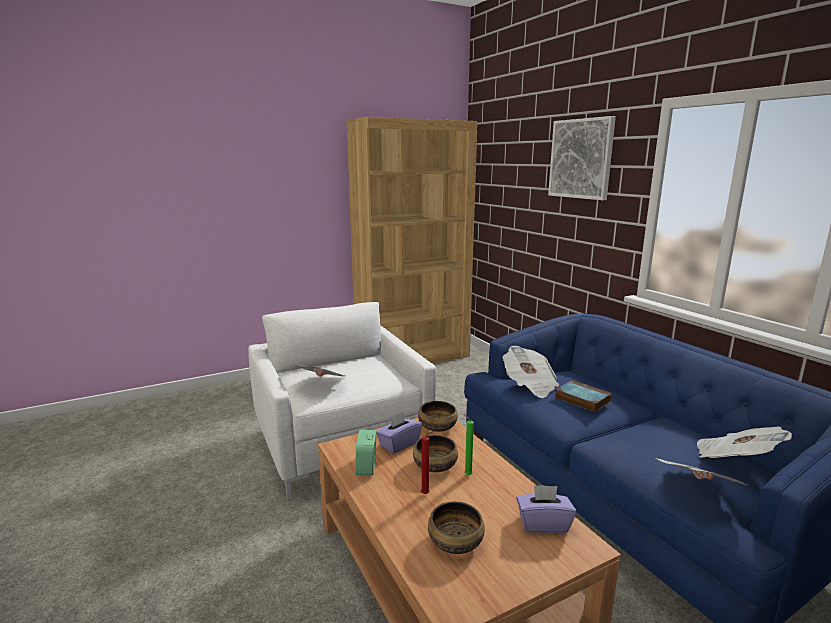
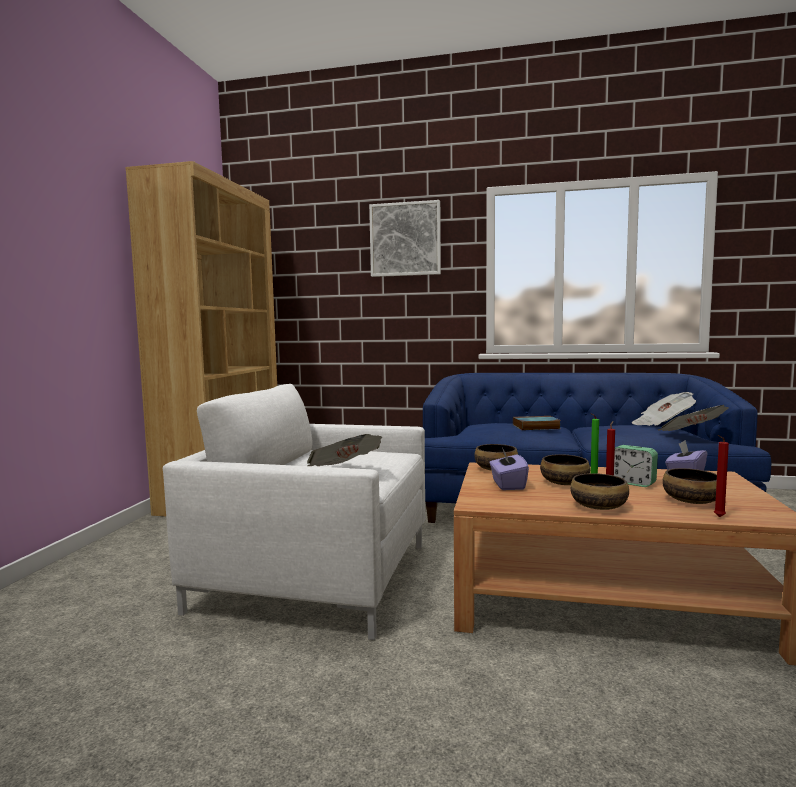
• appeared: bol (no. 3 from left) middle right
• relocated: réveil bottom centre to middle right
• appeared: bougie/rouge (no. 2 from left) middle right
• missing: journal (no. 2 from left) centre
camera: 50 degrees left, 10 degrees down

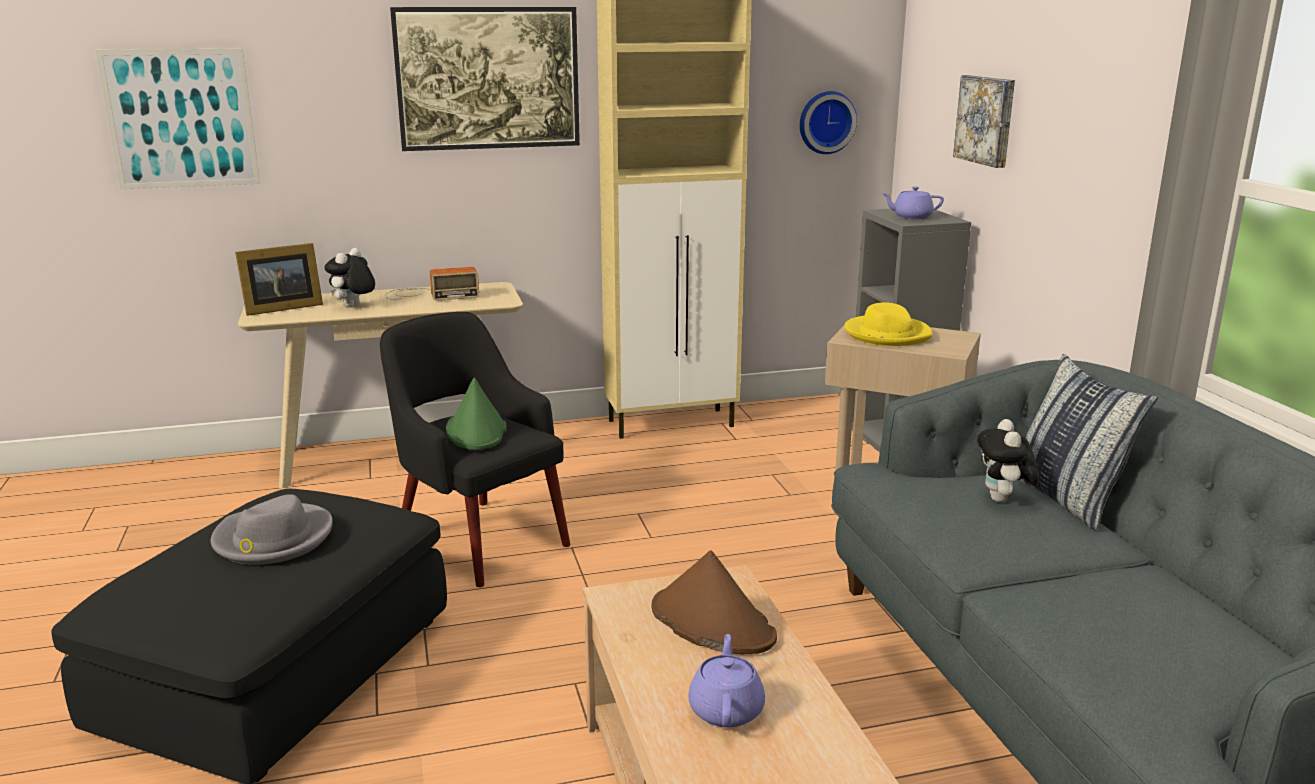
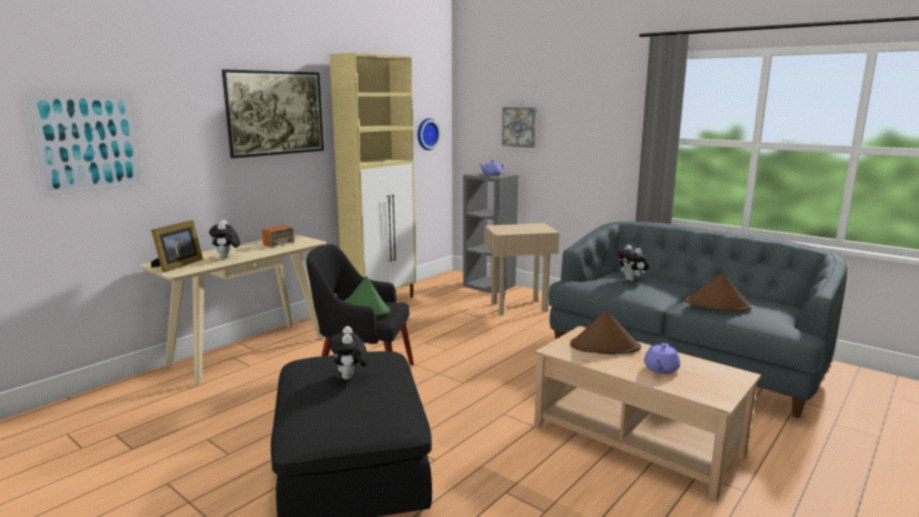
• exchanged: chapeau/gris bottom left to peluche (no. 2 from left) bottom centre
• spun: théière/violet (no. 1 from left in the first image) bottom centre = bottom right 120 degrees counterclockwise
• appeared: chapeau/marron (no. 2 from left) middle right
• missing: chapeau/jaune middle right
• missing: coussin middle right
camera: 35 degrees left, 5 degrees down

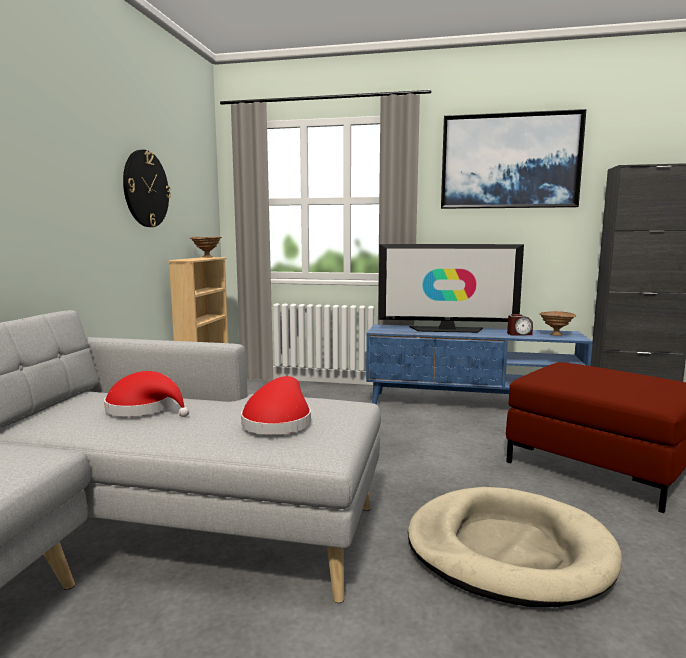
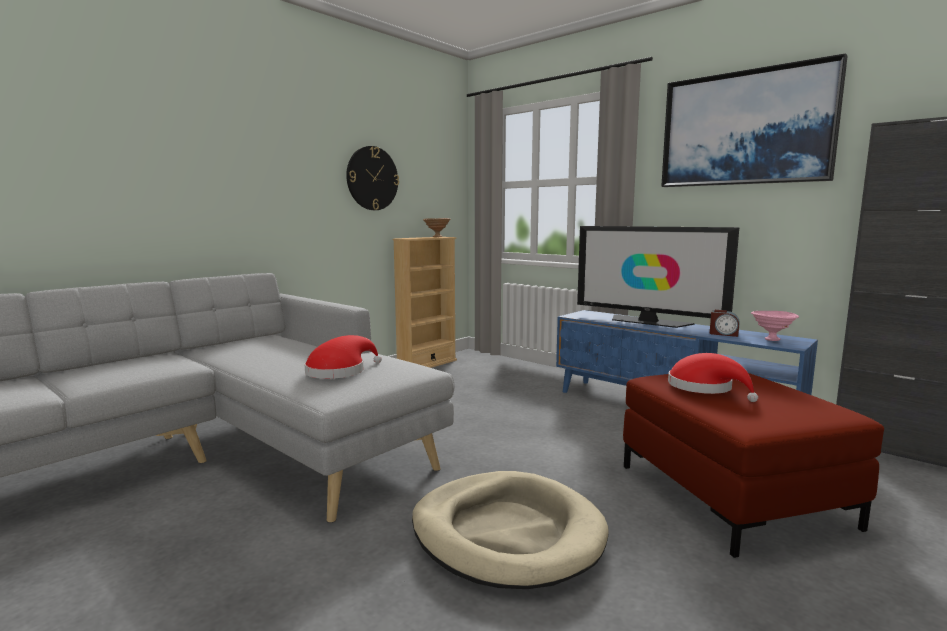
• relocated: chapeau/rouge (no. 1 from left in the first image) middle left to chapeau/rouge (no. 2 from left) middle right
• colour: bol/marron (no. 2 from left) middle right to bol/rose middle right
camera: 30 degrees right, 0 degrees up

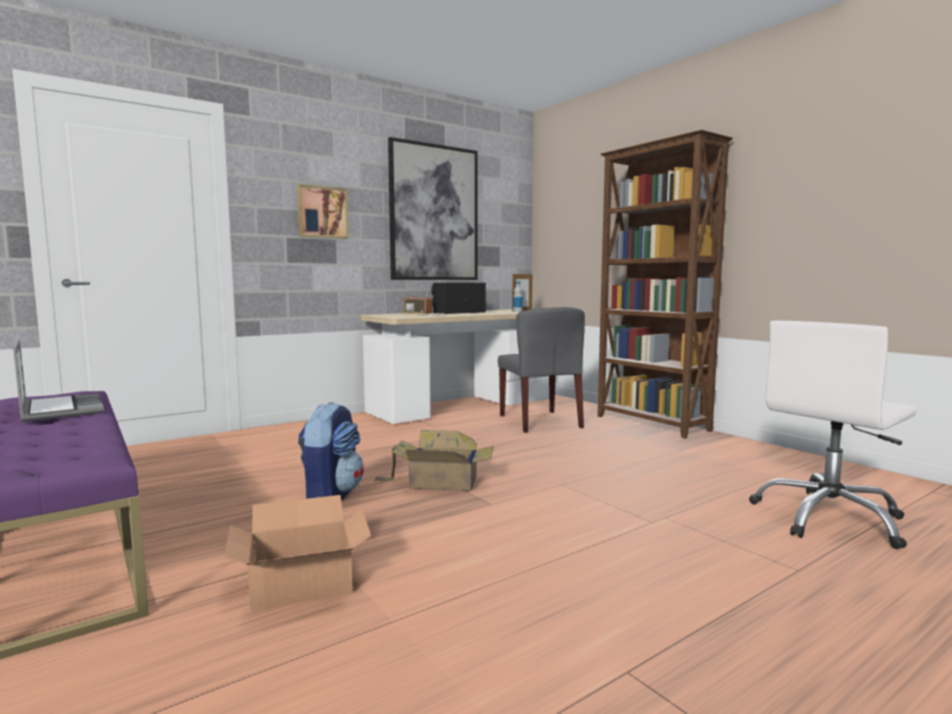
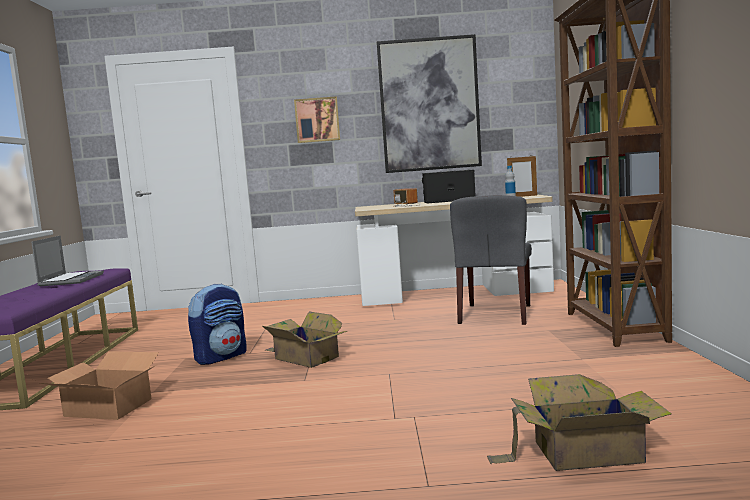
• exchanged: chaise de bureau/blanc middle right to carton (no. 3 from left) bottom right
camera: 35 degrees right, 0 degrees up

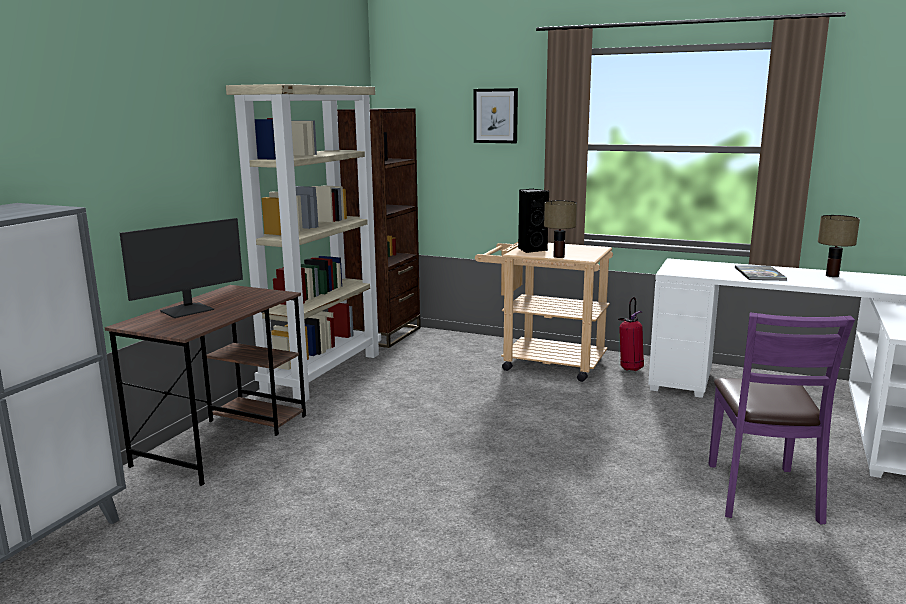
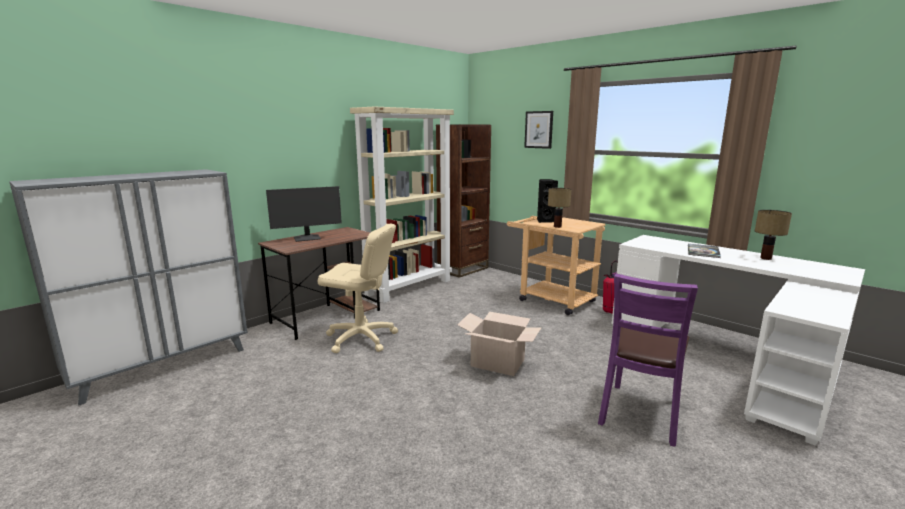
• appeared: chaise de bureau/beige centre
• appeared: carton bottom centre
camera: 20 degrees right, 0 degrees up

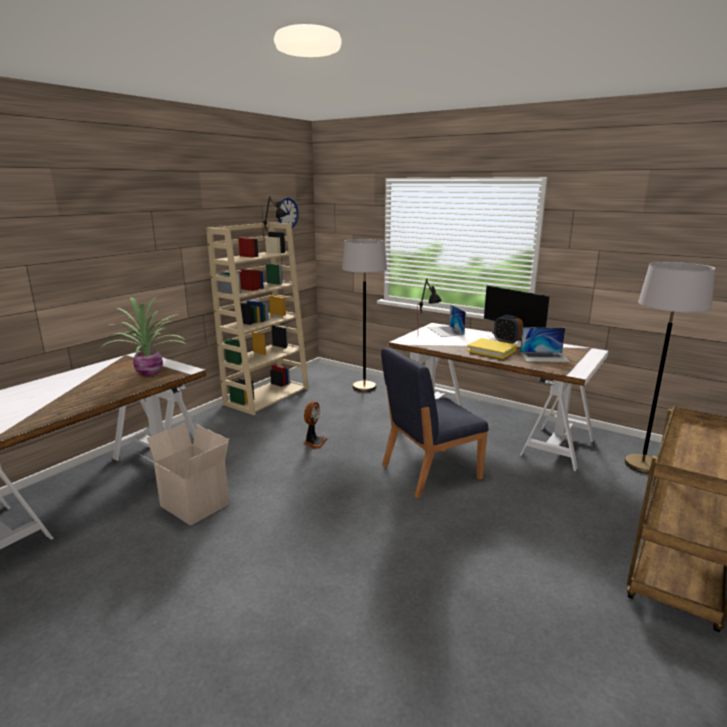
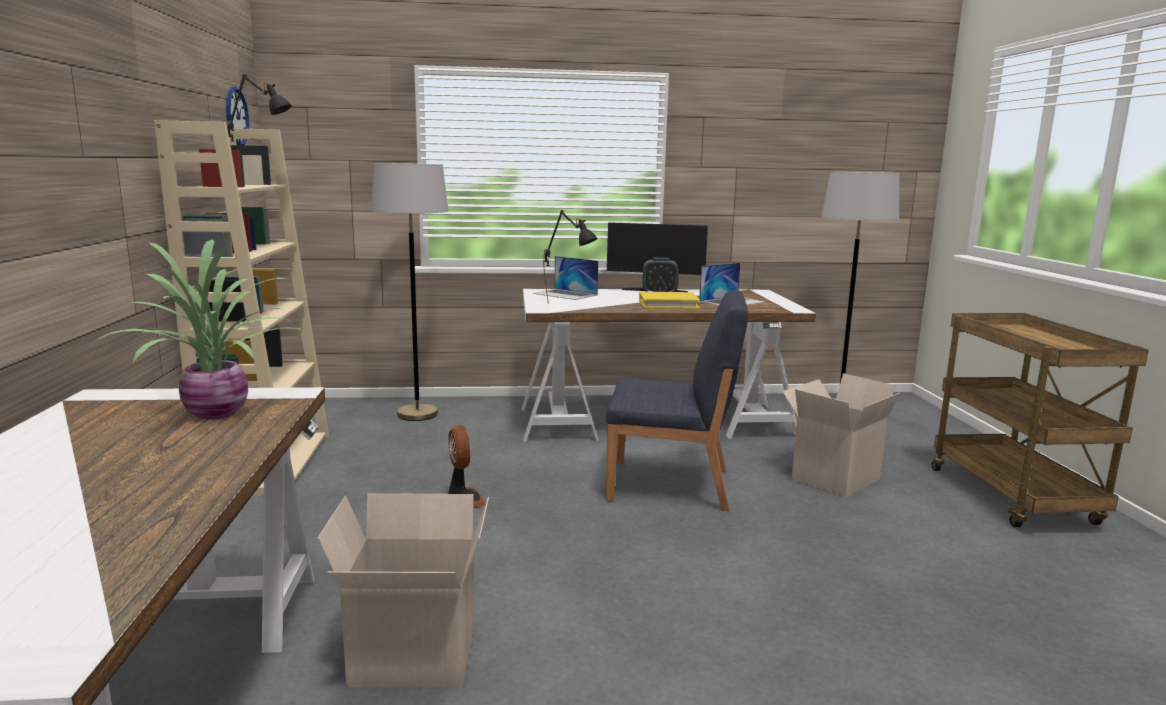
• spun: chaise/bleu centre = centre 105 degrees counterclockwise
• appeared: carton (no. 2 from left) middle right
camera: 40 degrees left, 5 degrees down

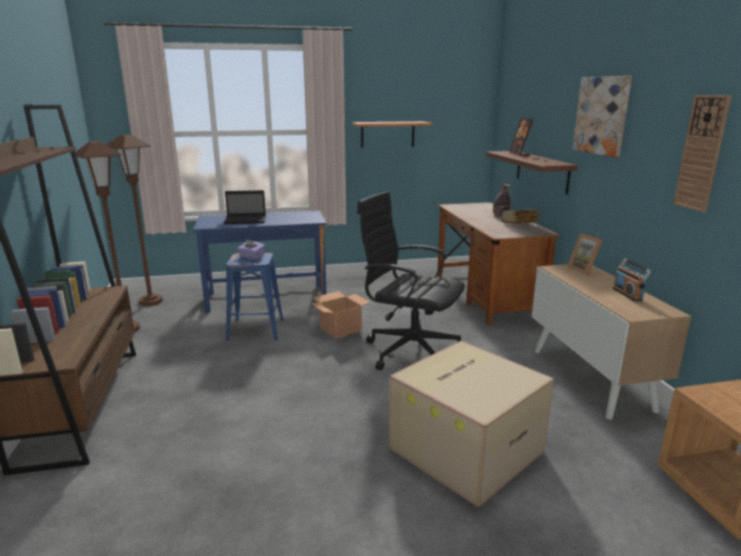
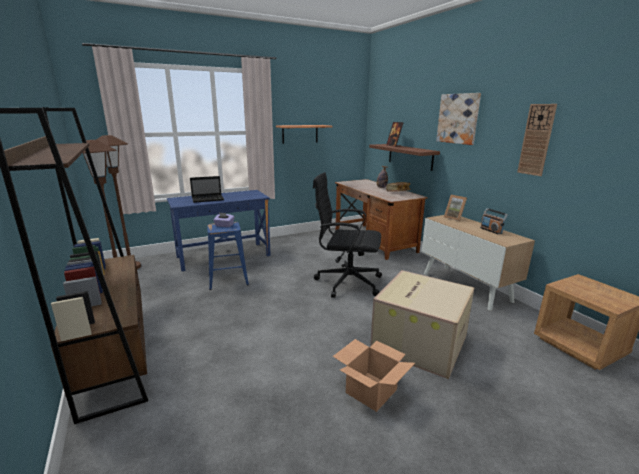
• relocated: carton (no. 1 from left) centre to bottom centre
camera: 15 degrees left, 0 degrees up

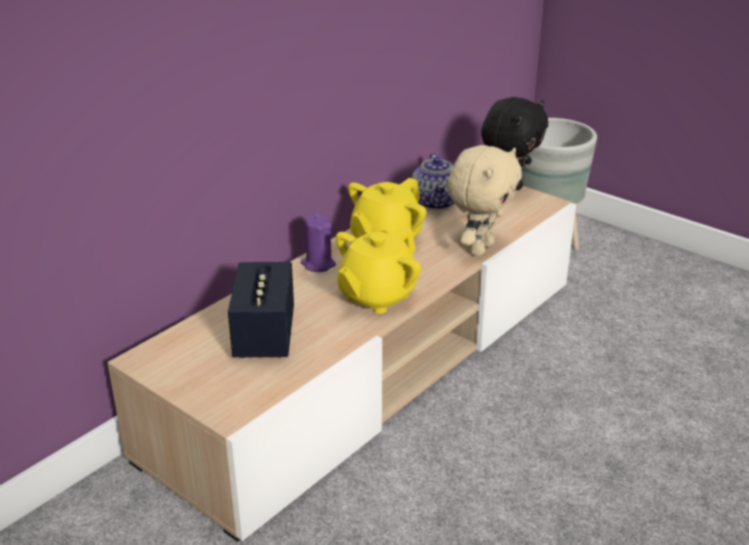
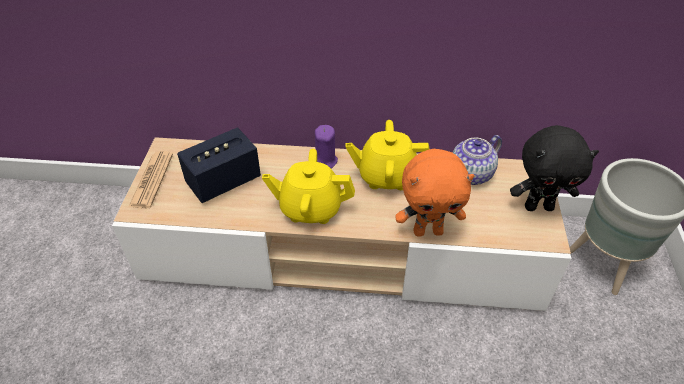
• appeared: journal middle left
• colour: peluche/beige centre to peluche/orange centre
camera: 55 degrees right, 15 degrees up

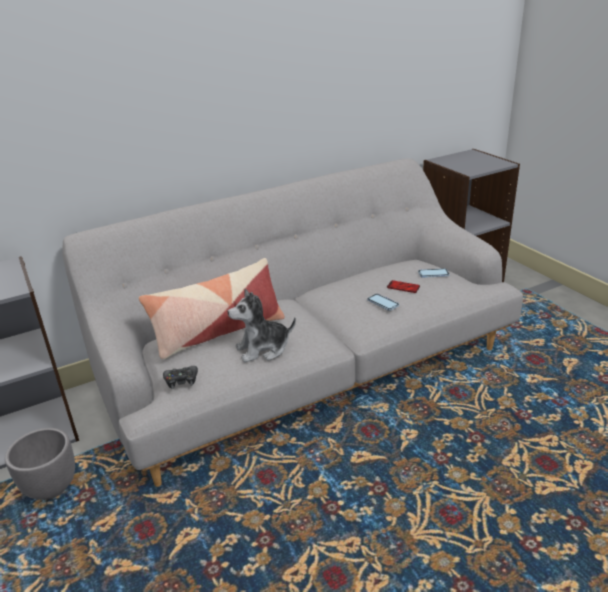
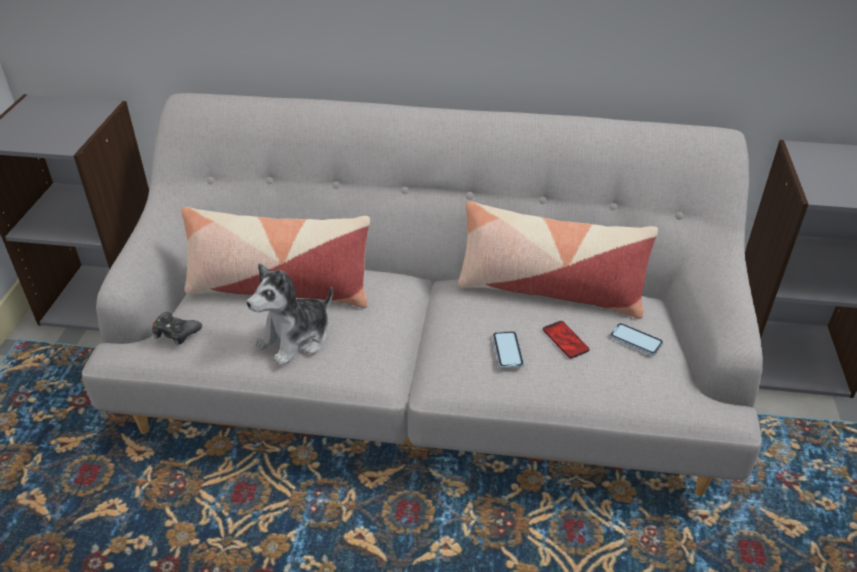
• spun: peluche centre = centre 60 degrees counterclockwise
• appeared: coussin (no. 2 from left) centre
• missing: cache-pot/gris bottom left
camera: 35 degrees right, 10 degrees up

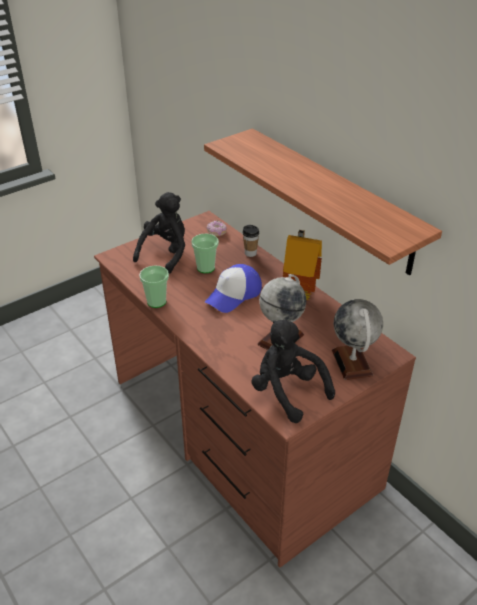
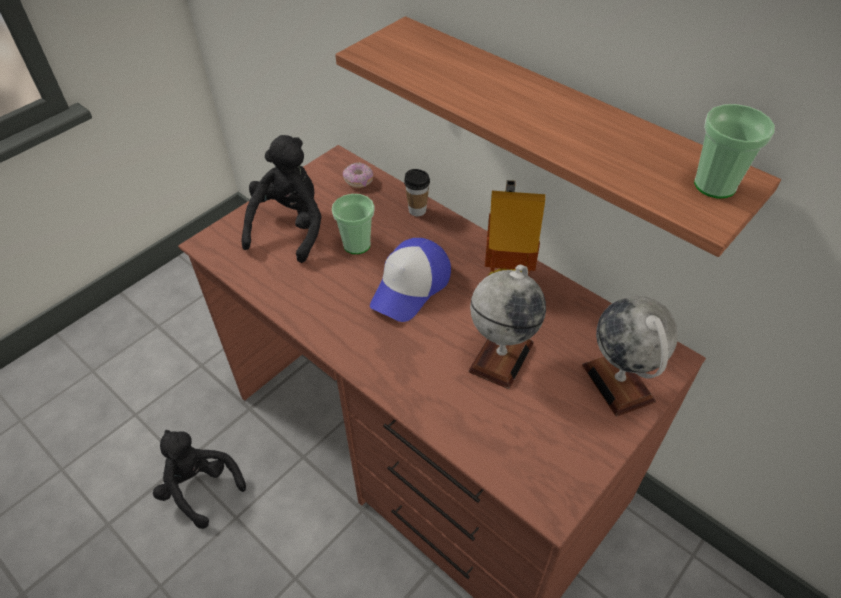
• relocated: peluche/noir (no. 2 from left in the first image) centre to peluche/noir (no. 1 from left) bottom left
• relocated: tasse (no. 1 from left in the first image) middle left to tasse (no. 3 from left) top right
camera: 10 degrees left, 10 degrees up

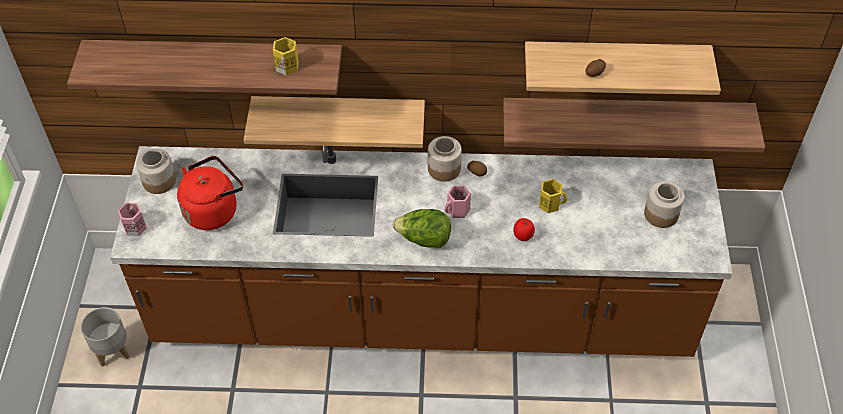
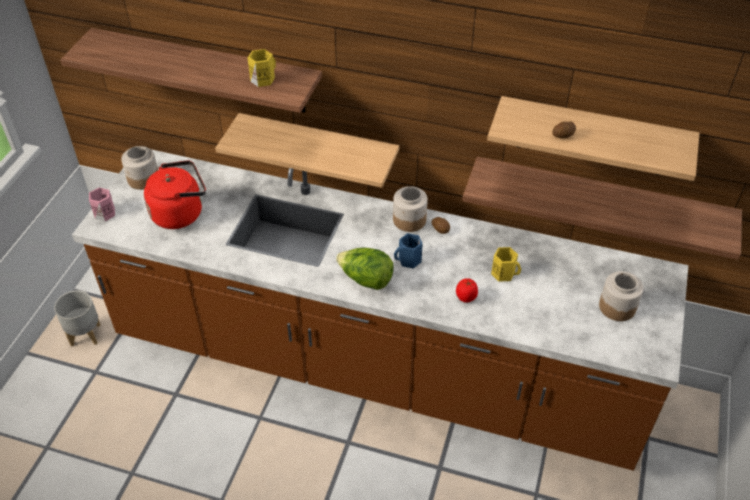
• colour: mug/rose (no. 2 from left) centre to mug/bleu centre
camera: 15 degrees right, 5 degrees down

